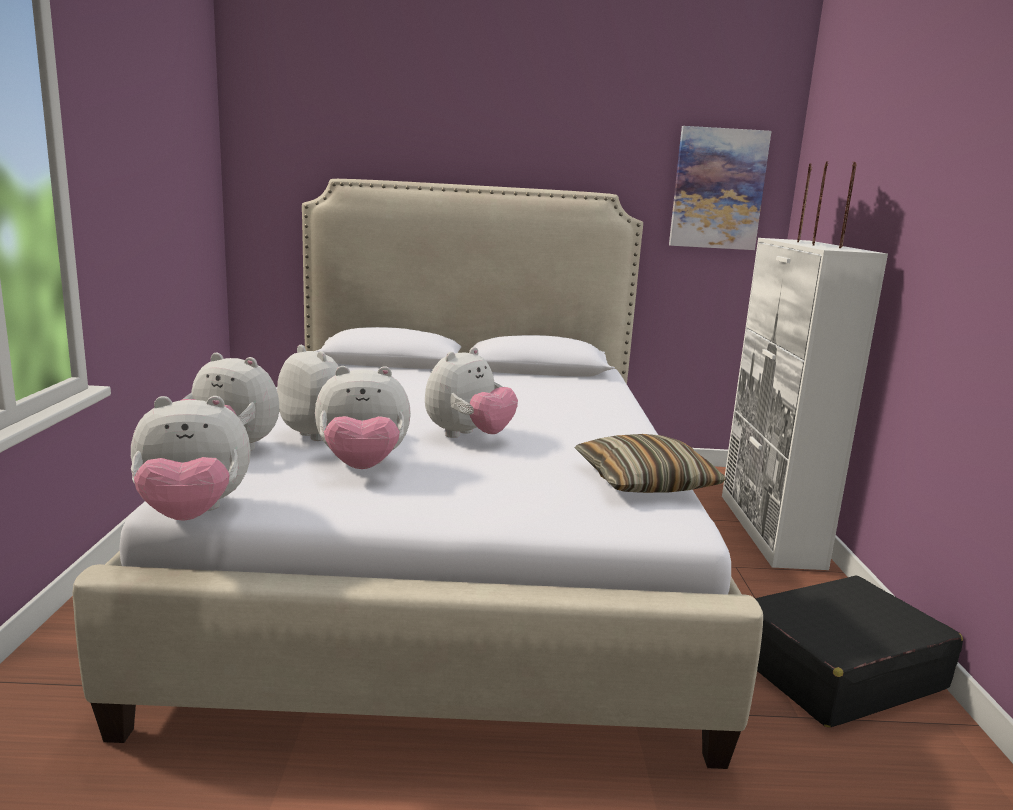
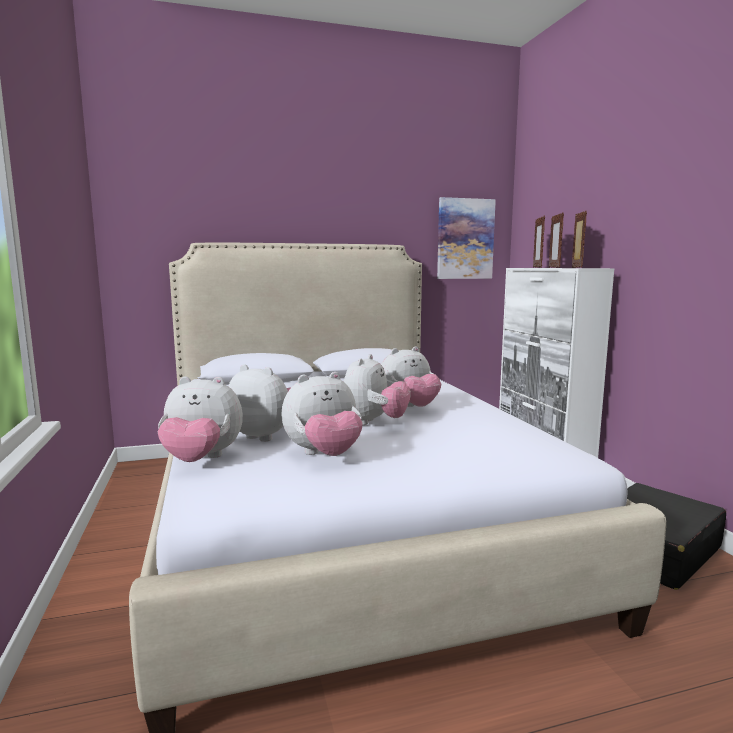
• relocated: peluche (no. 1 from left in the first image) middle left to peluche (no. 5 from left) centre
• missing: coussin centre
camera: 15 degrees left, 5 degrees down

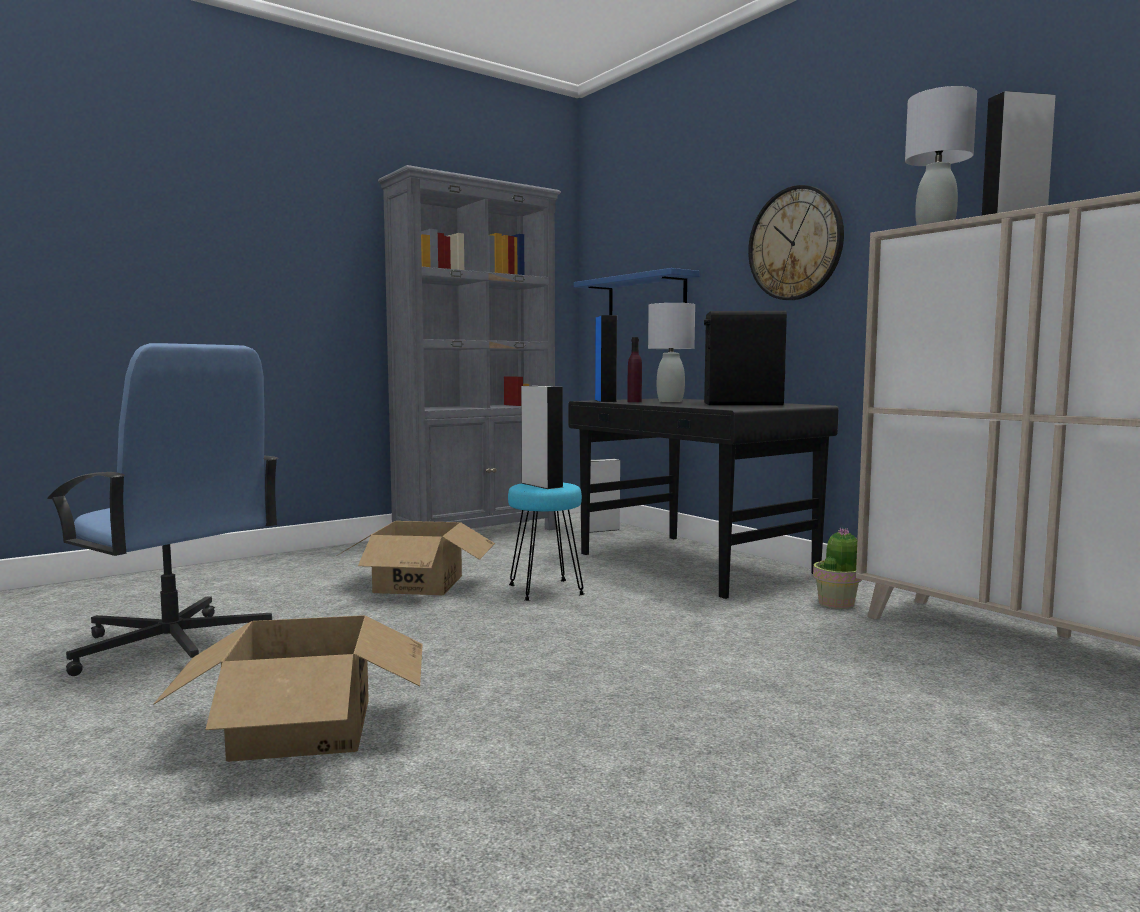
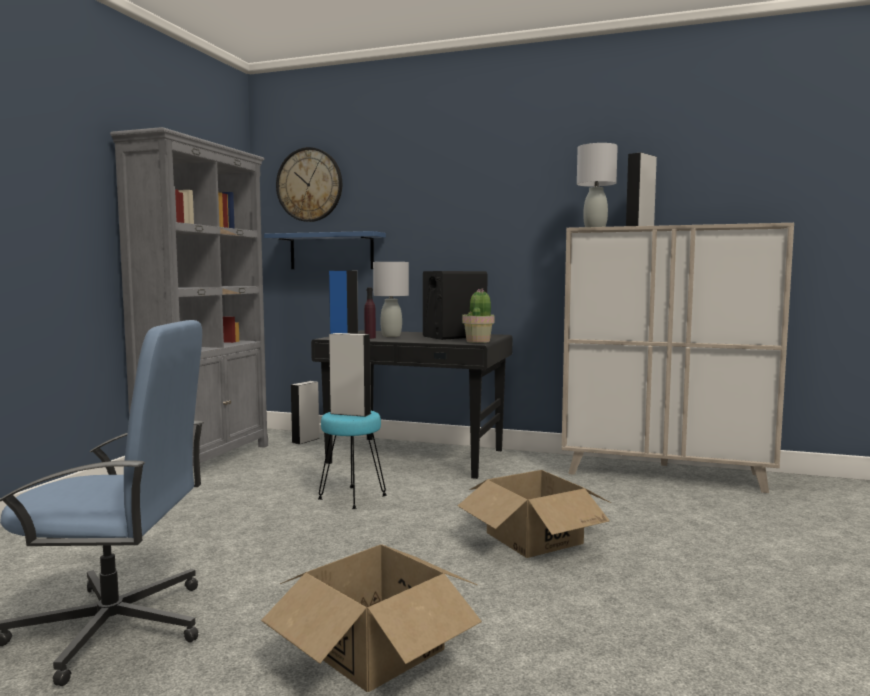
• relocated: horloge murale top right to top centre
• relocated: carton (no. 2 from left) centre to bottom centre
• relocated: plante en pot middle right to centre
camera: 35 degrees left, 0 degrees up

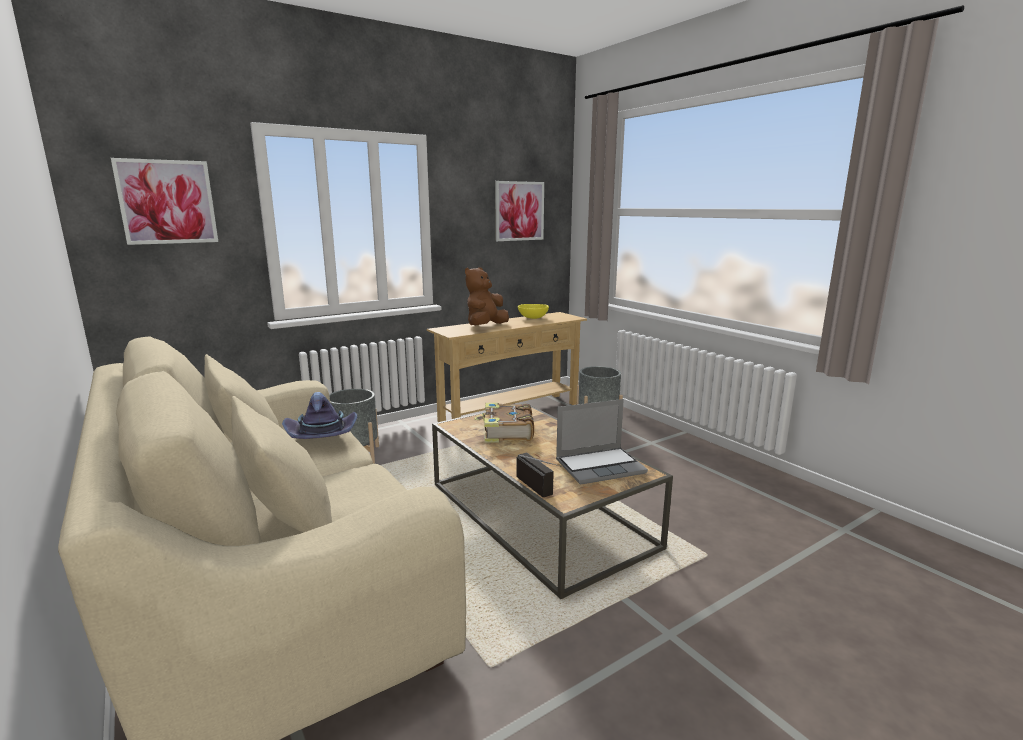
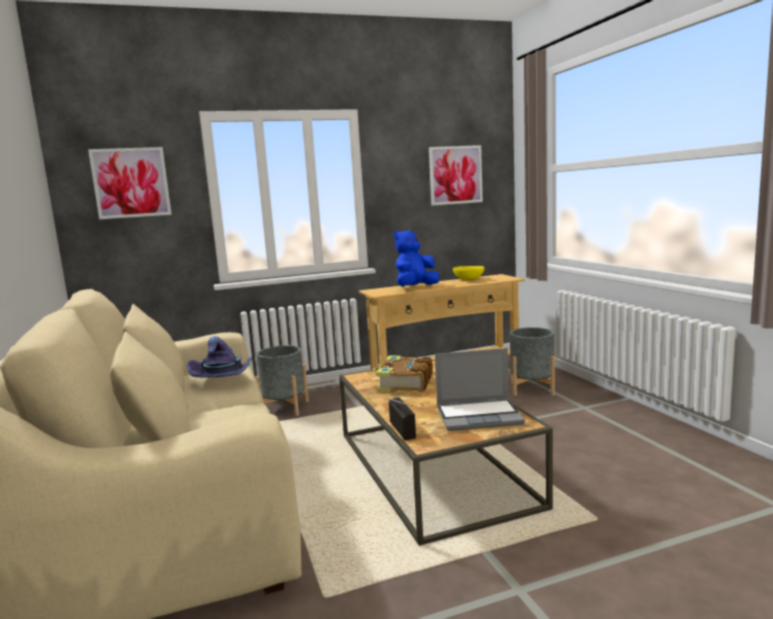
• colour: peluche/marron centre to peluche/bleu centre
camera: 15 degrees right, 5 degrees down

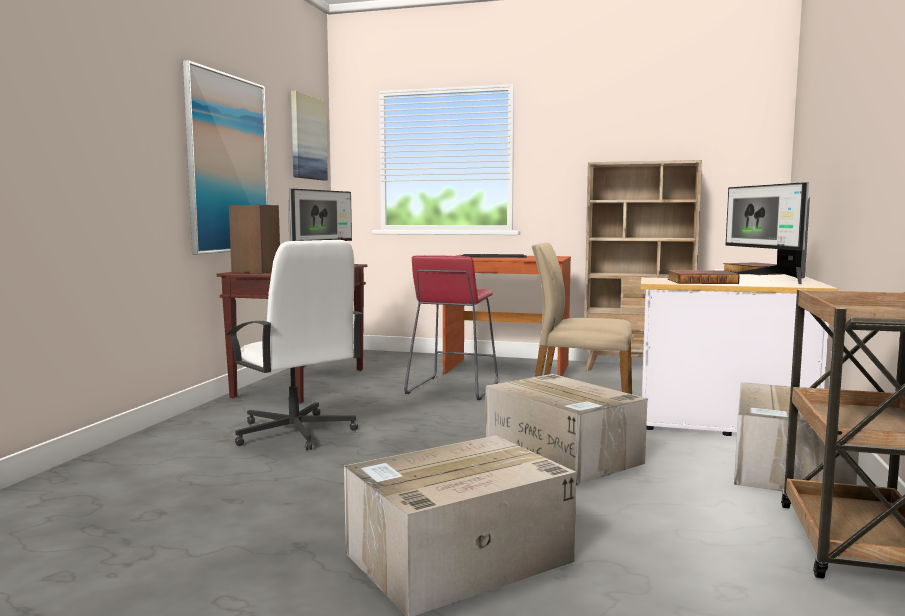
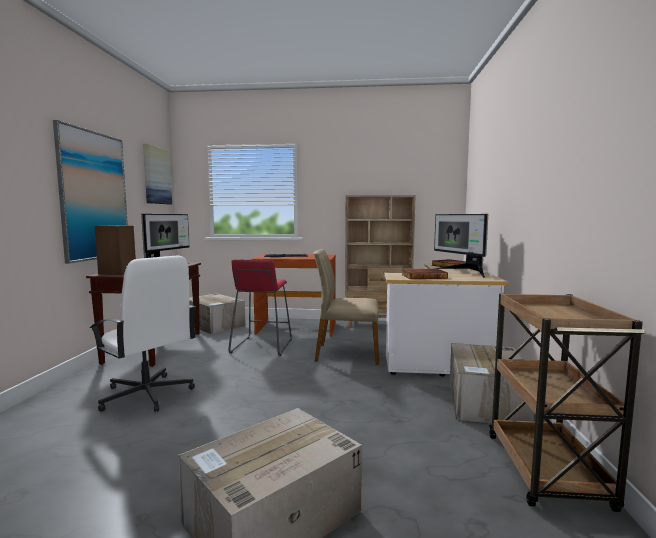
• relocated: carton (no. 2 from left in the first image) bottom centre to carton (no. 1 from left) middle left
camera: 10 degrees left, 0 degrees up

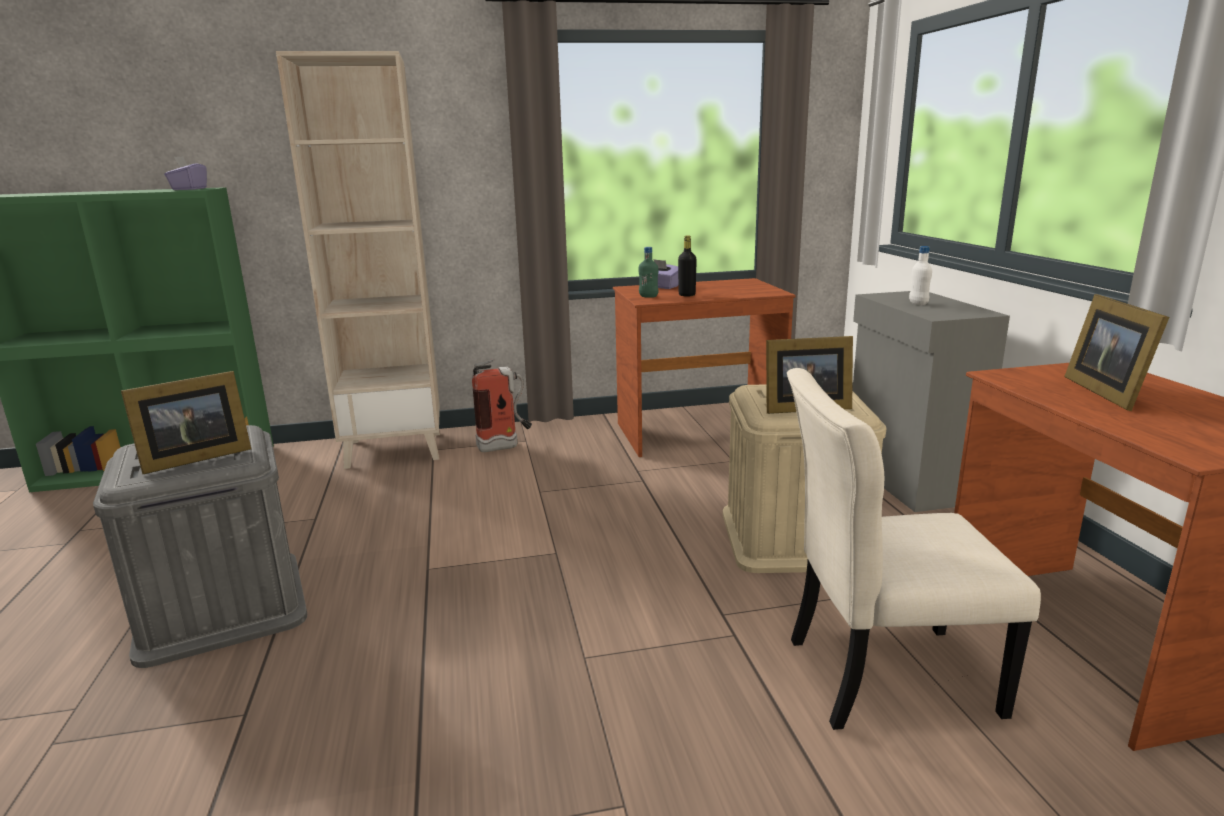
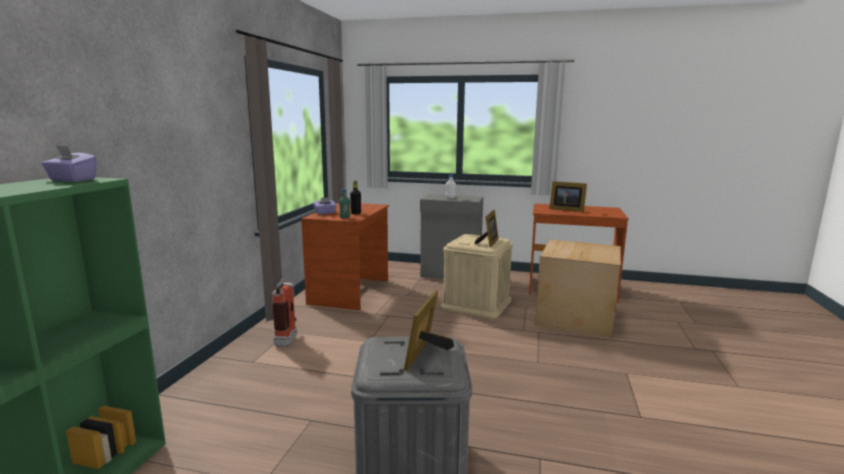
• spun: cadre photo (no. 1 from left) middle left = bottom centre 150 degrees counterclockwise
• exchanged: chaise/beige bottom right to carton middle right
• missing: bibliothèque/beige top left
camera: 65 degrees left, 5 degrees down

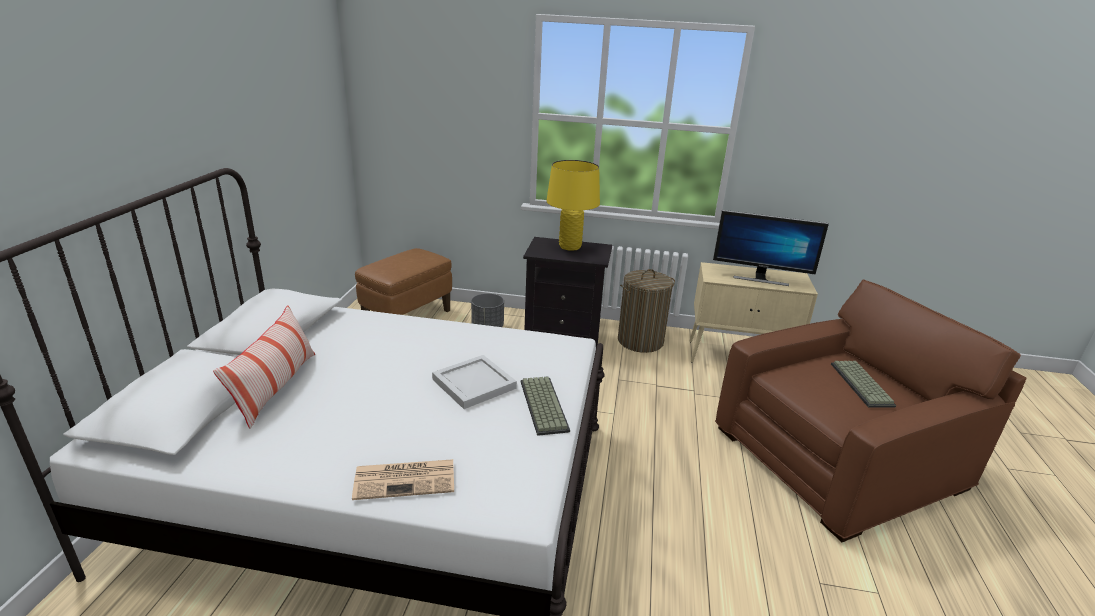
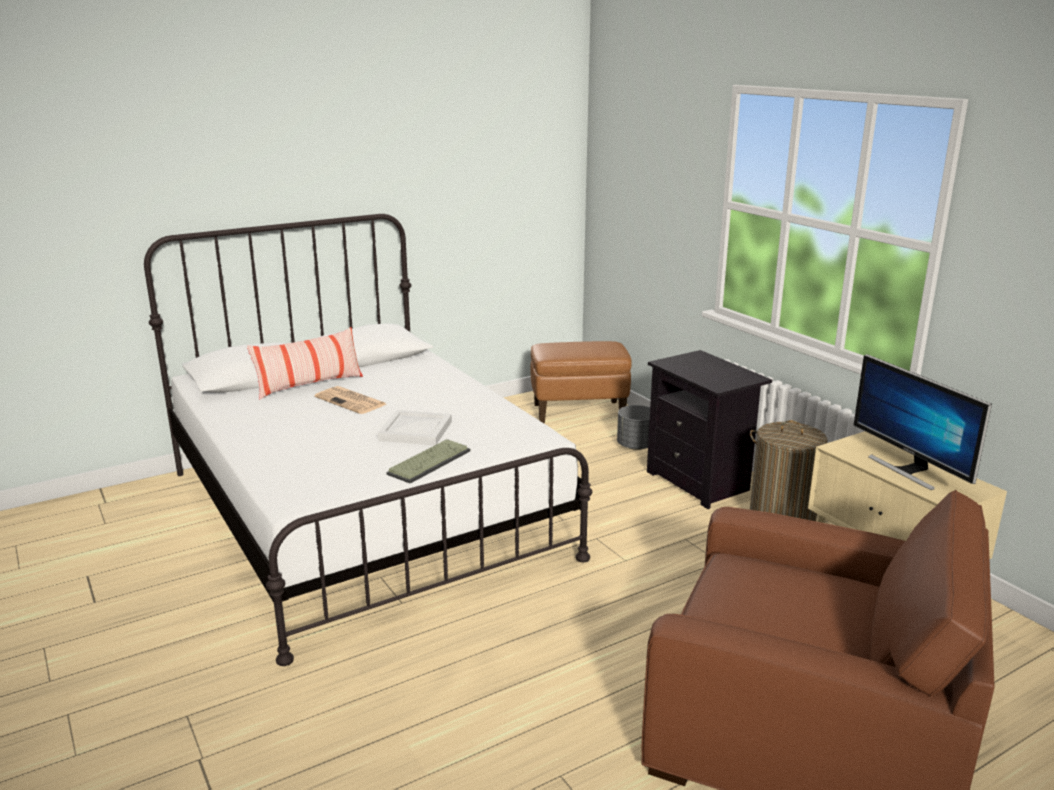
• relocated: journal bottom centre to middle left
• missing: lampe de table/jaune top centre
• missing: clavier (no. 2 from left) middle right
camera: 50 degrees right, 5 degrees down

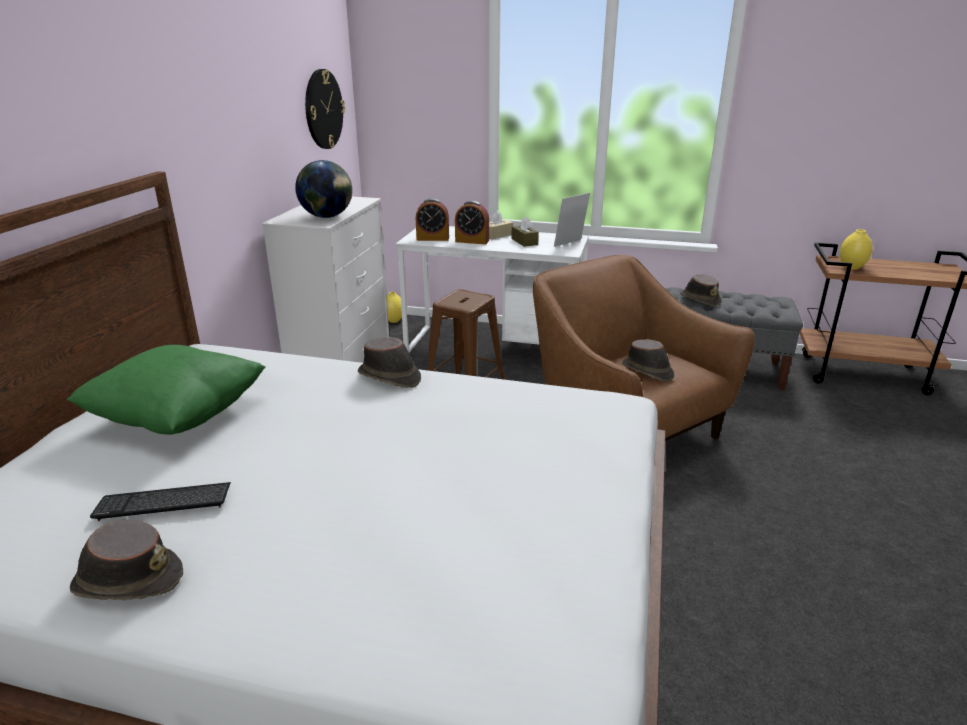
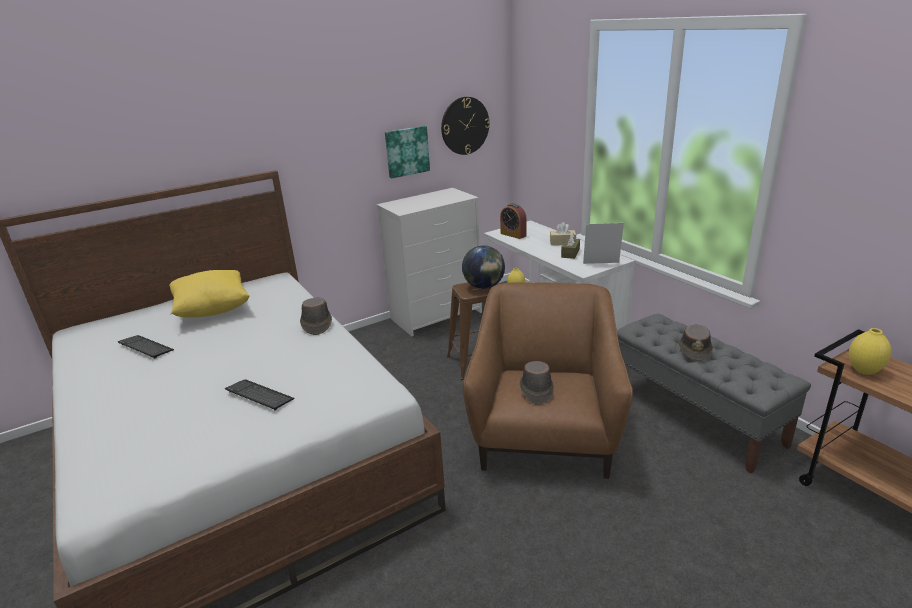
• colour: coussin/vert middle left to coussin/jaune middle left
• appeared: clavier (no. 2 from left) middle left
• appeared: tableau top centre
• relocated: globe top centre to centre
• missing: chapeau/marron (no. 1 from left) bottom left
• missing: réveil (no. 2 from left) top centre
camera: 45 degrees right, 0 degrees up

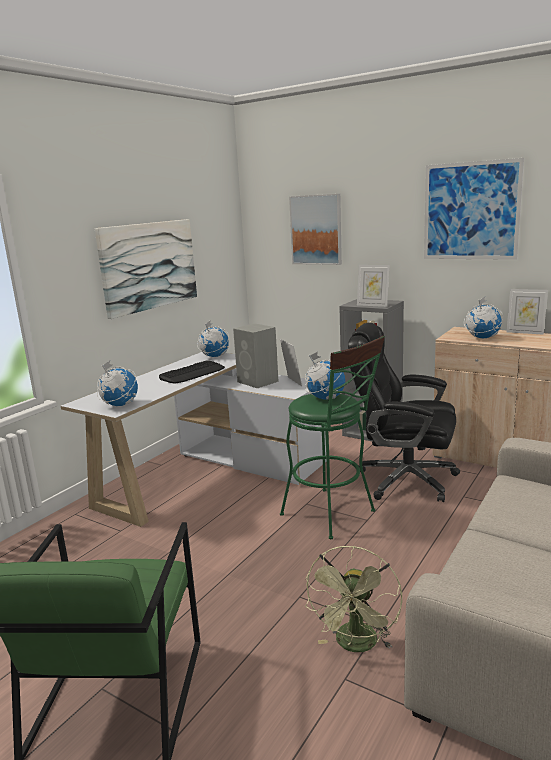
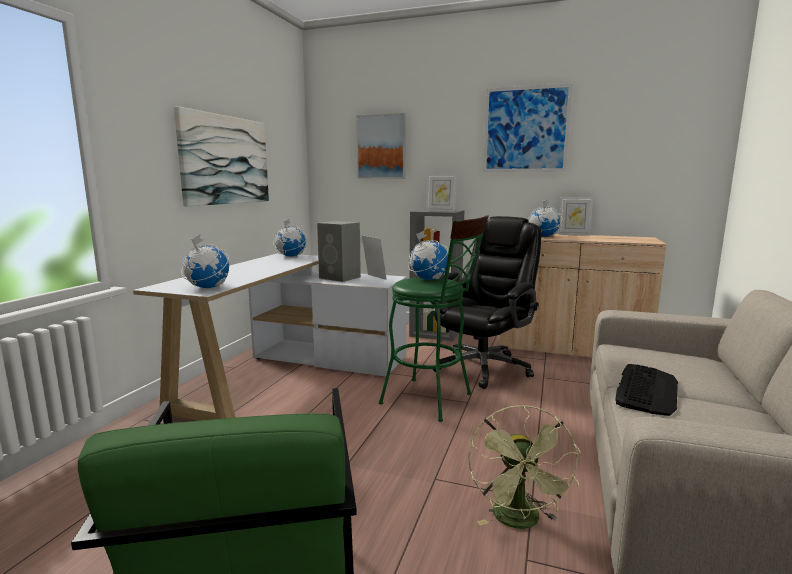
• spun: chaise de bureau/noir middle right = centre 120 degrees clockwise
• relocated: clavier centre to bottom right
camera: 15 degrees left, 5 degrees down

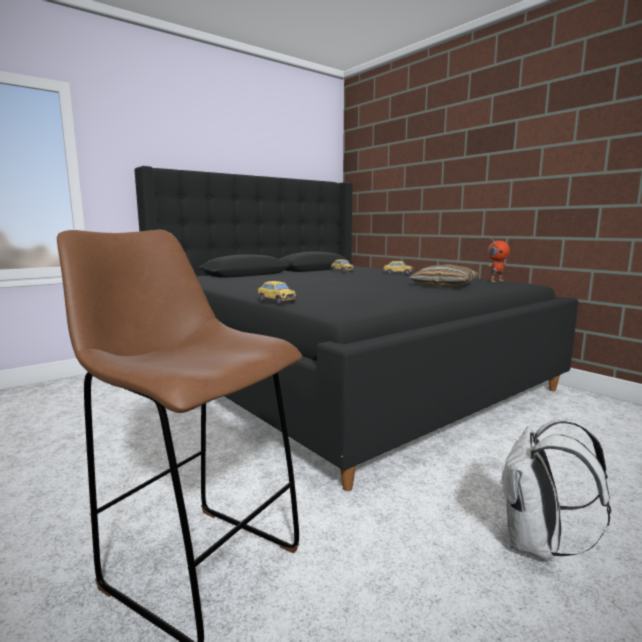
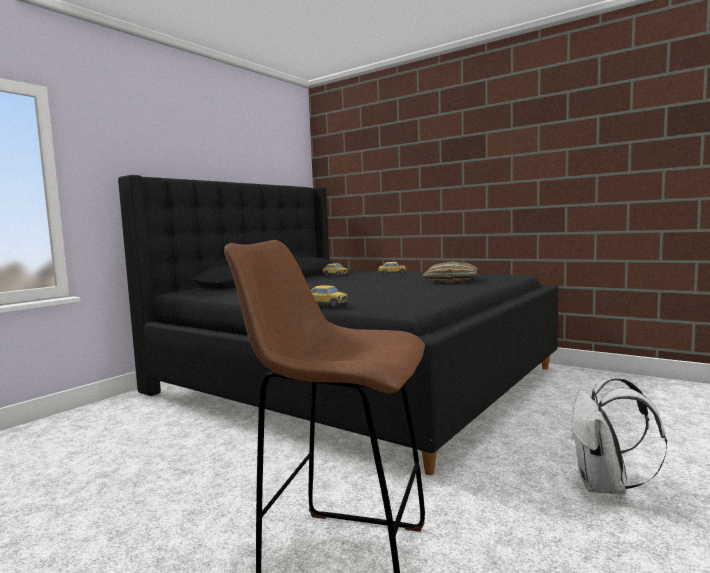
• missing: robot jouet middle right
camera: 15 degrees left, 5 degrees down

